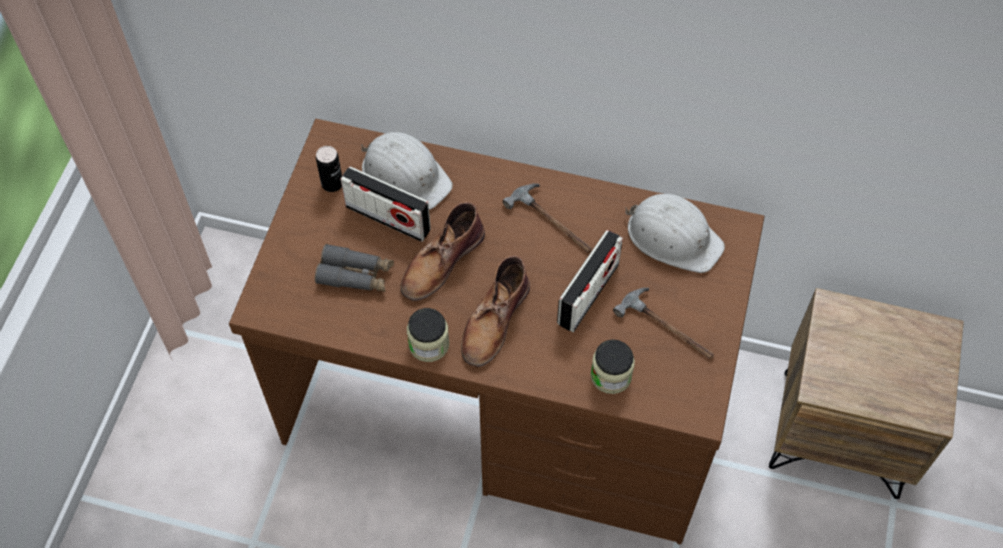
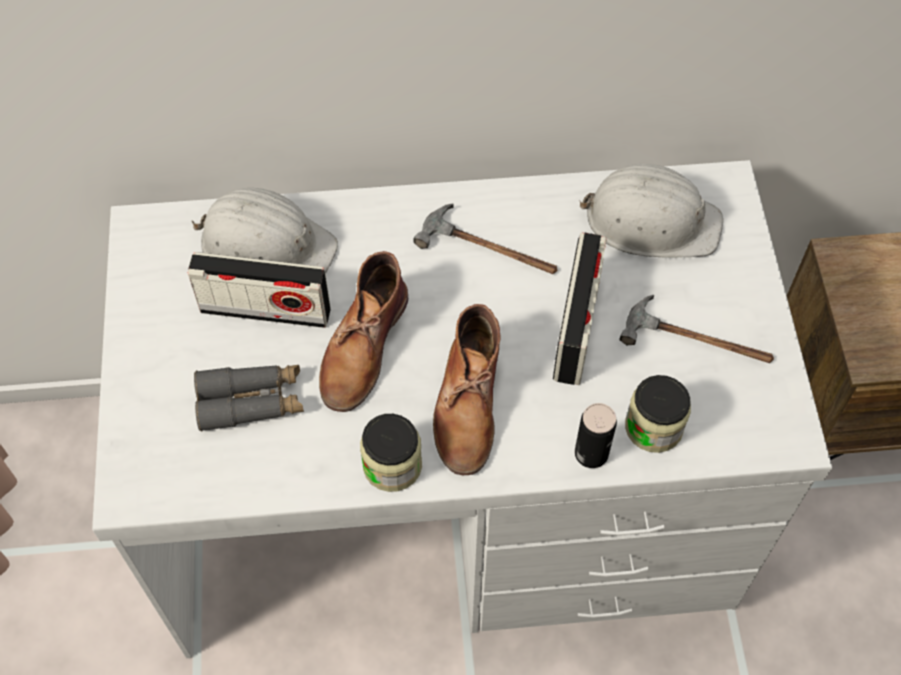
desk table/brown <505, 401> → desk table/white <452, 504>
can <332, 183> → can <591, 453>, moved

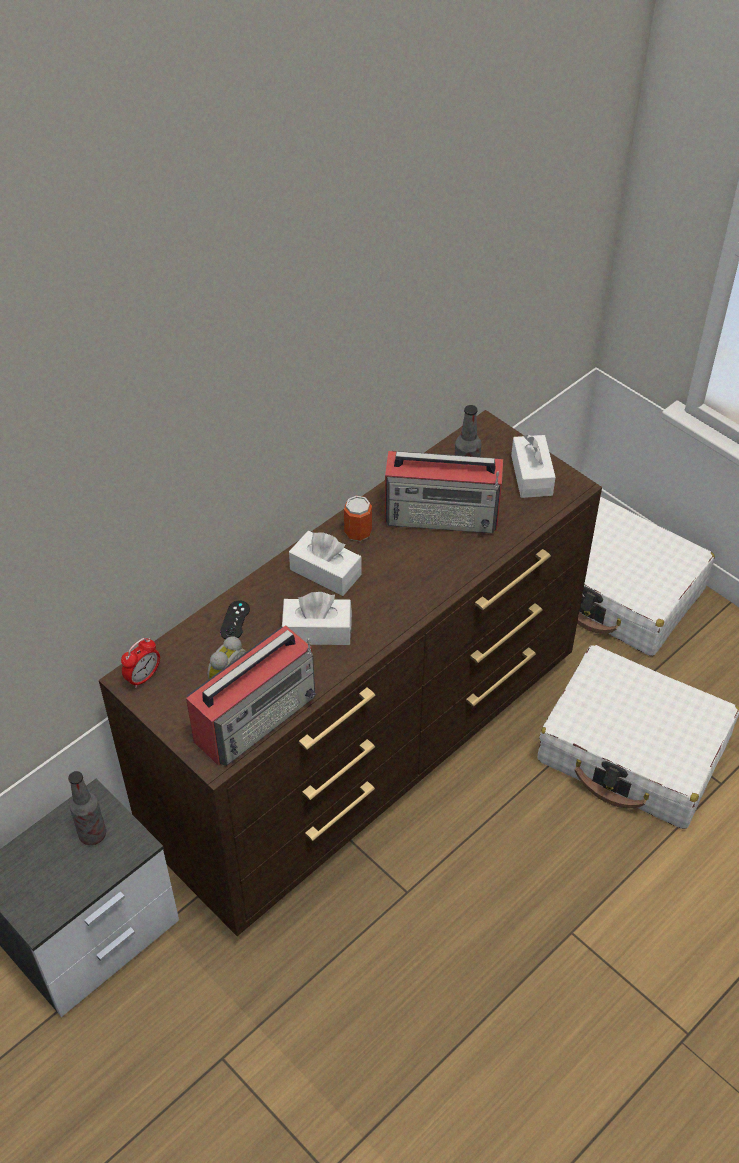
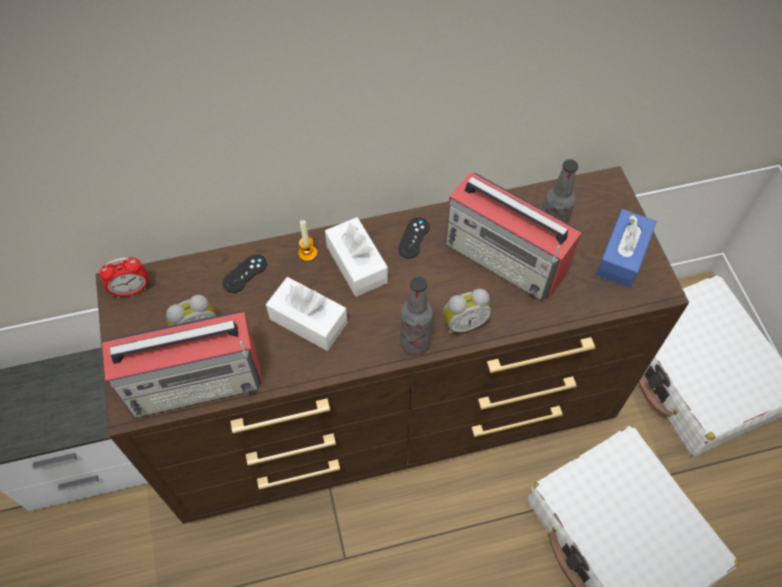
- → wax light <307, 253>
can <358, 532> → game controller/black <413, 238>
drink bottle <92, 834> → drink bottle <415, 343>, moved
- → alarm clock <463, 323>
box of tissues/white <531, 475> → box of tissues/blue <622, 256>

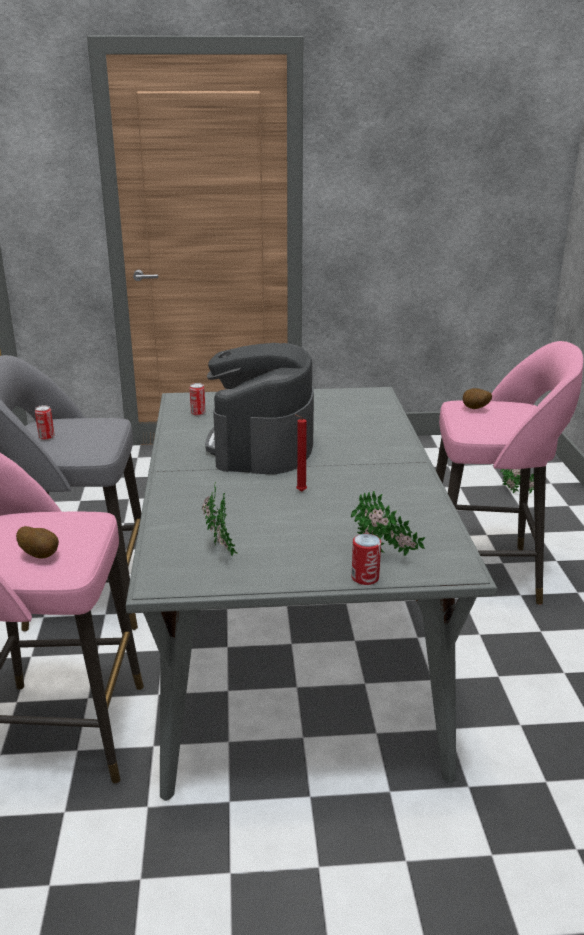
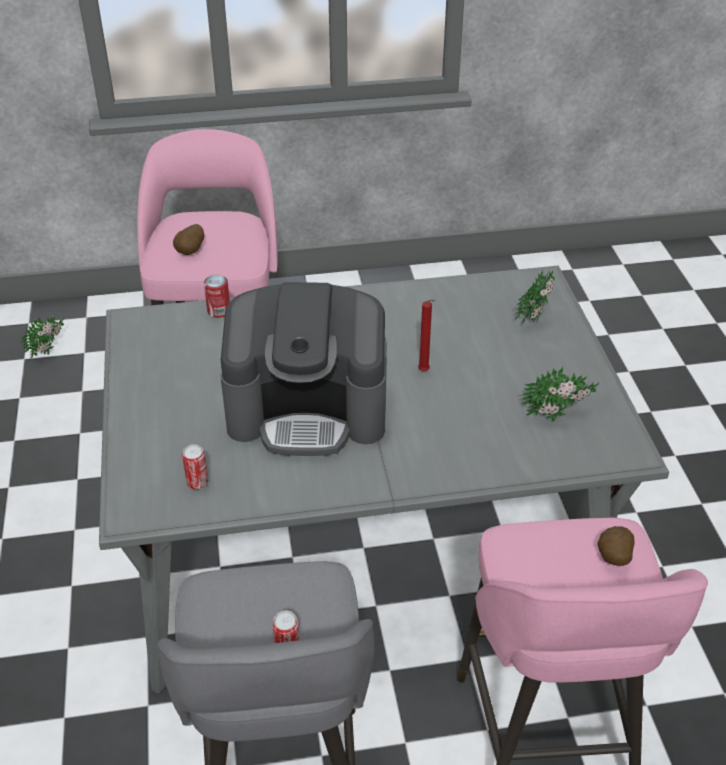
can <365, 577> → can <219, 311>, moved

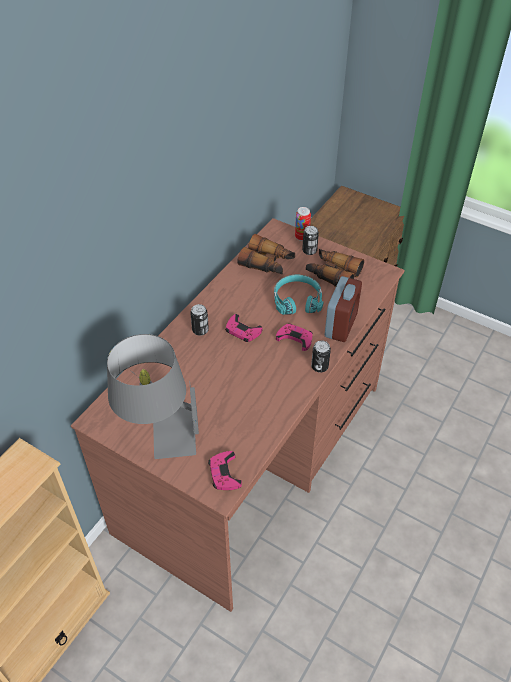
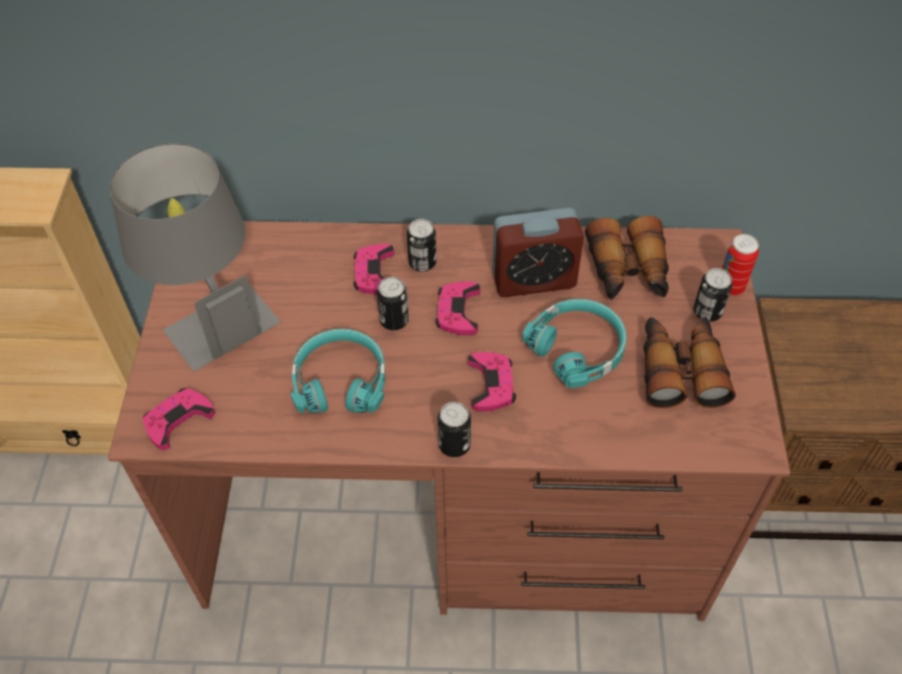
- → pair of headphones/turquoise-coloured <340, 380>
- → game controller/pink <374, 273>
- → can <394, 320>
alarm clock <341, 325> → alarm clock <534, 279>, moved

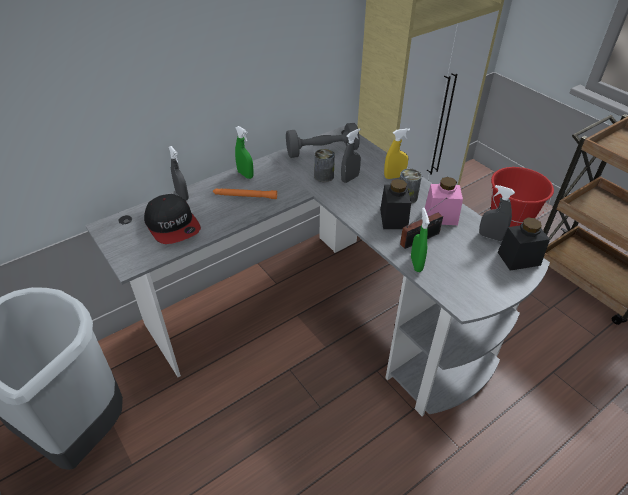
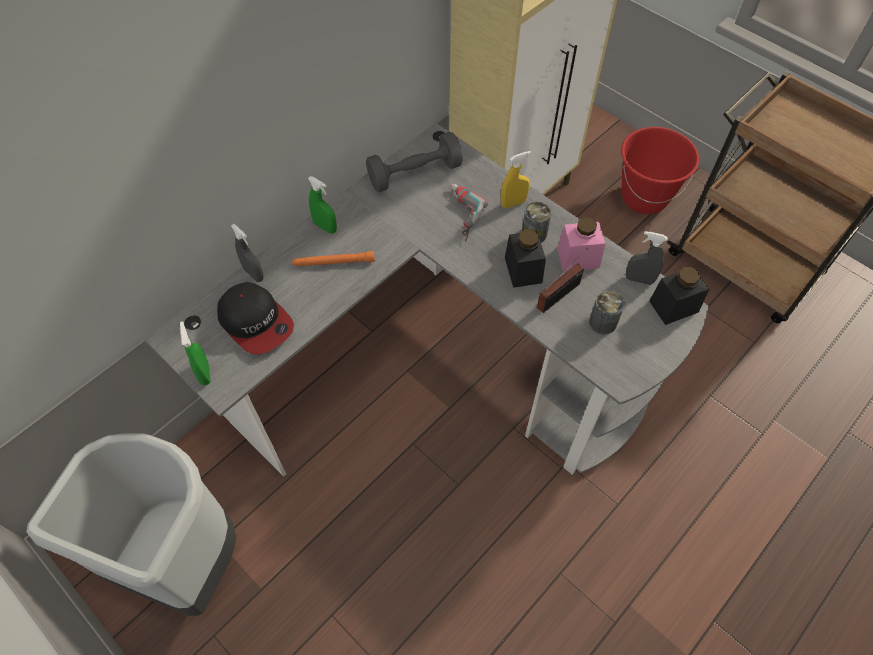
spray bottle/greenish <416, 264> → spray bottle/greenish <205, 373>, moved
spray bottle/greyish <350, 178> → power drill <459, 214>
can <324, 176> → can <602, 322>, moved

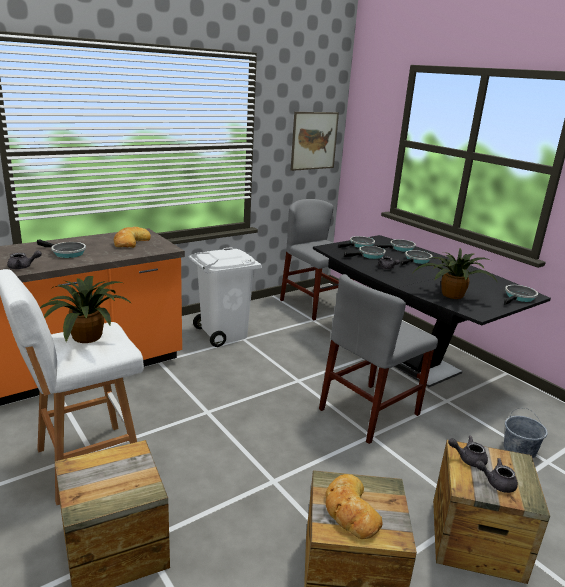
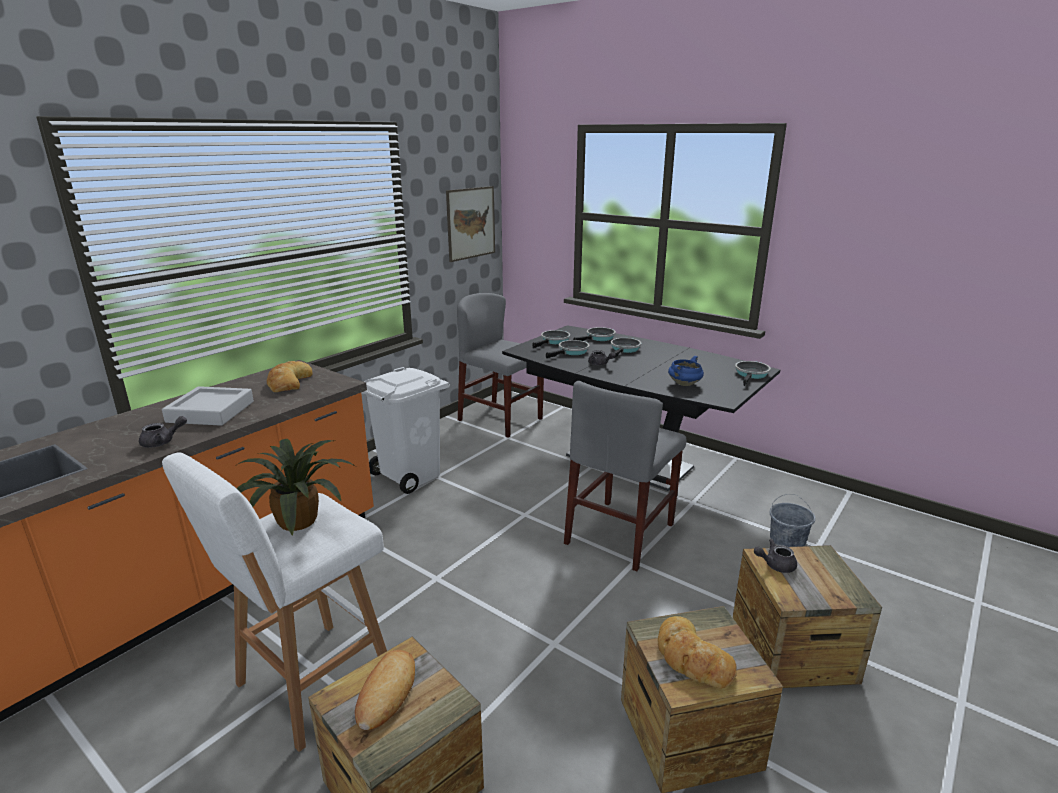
pan <66, 253> → carrying tray/greyish <211, 412>
- → bread <386, 693>
potted plant <450, 295> → saucepot/blue <684, 384>
teapot/greyish <496, 482> → -

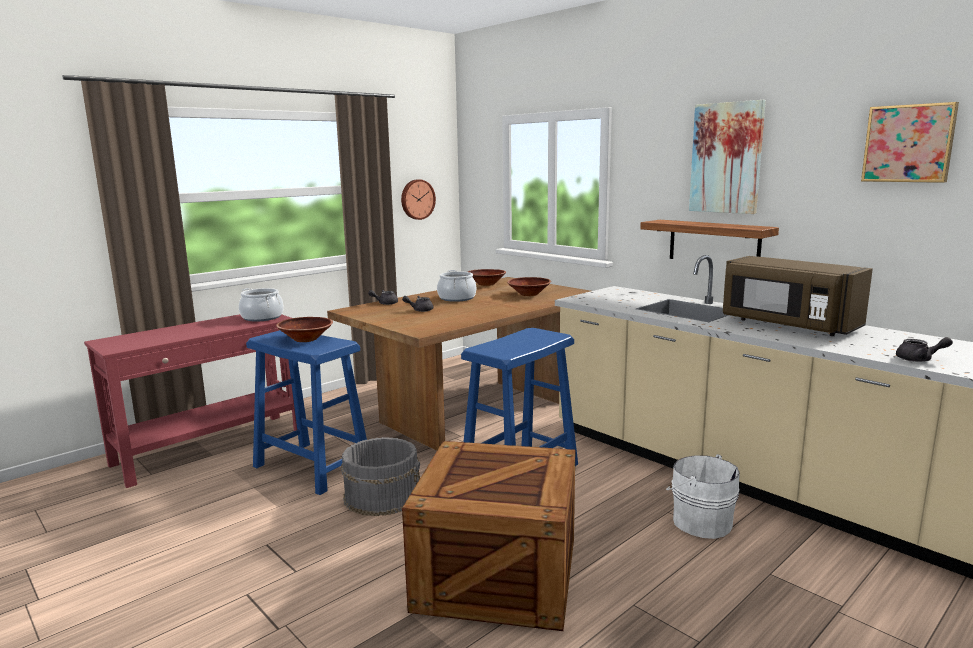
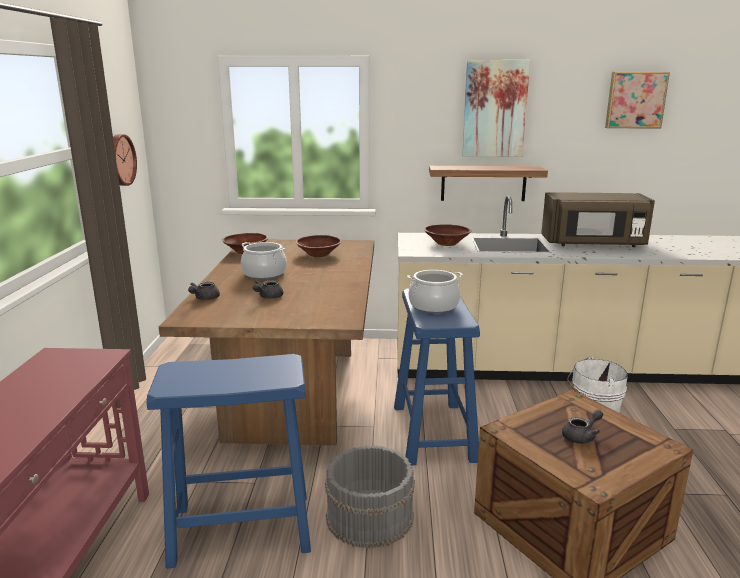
saucepot <262, 317> → saucepot <434, 306>, moved
deep dish/brown <306, 339> → deep dish/brown <446, 243>, moved
teapot/greyish <919, 359> → teapot/greyish <581, 436>, moved

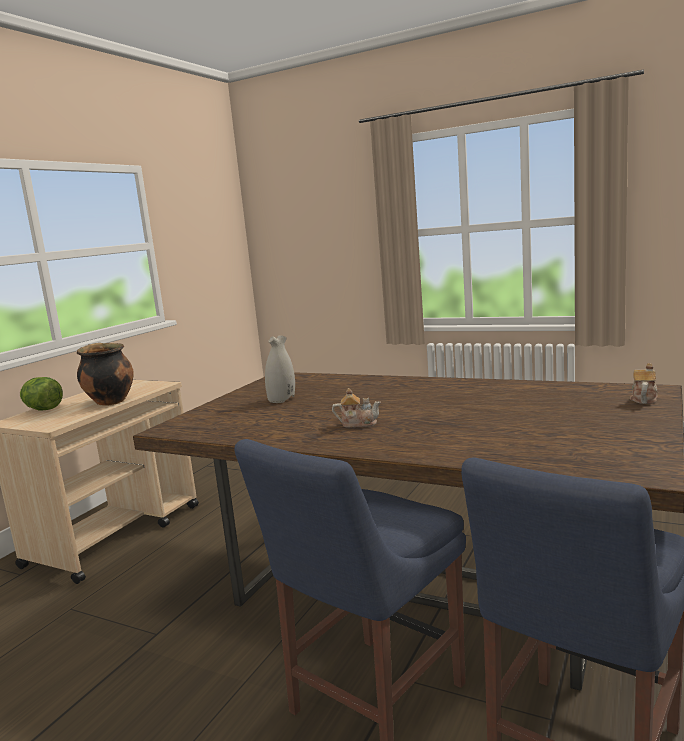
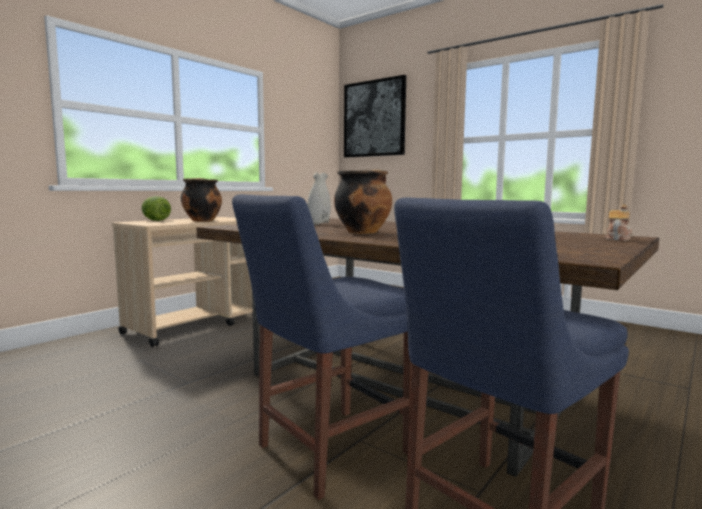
teapot <358, 423> → saucepot <363, 232>
- → wall picture <374, 118>

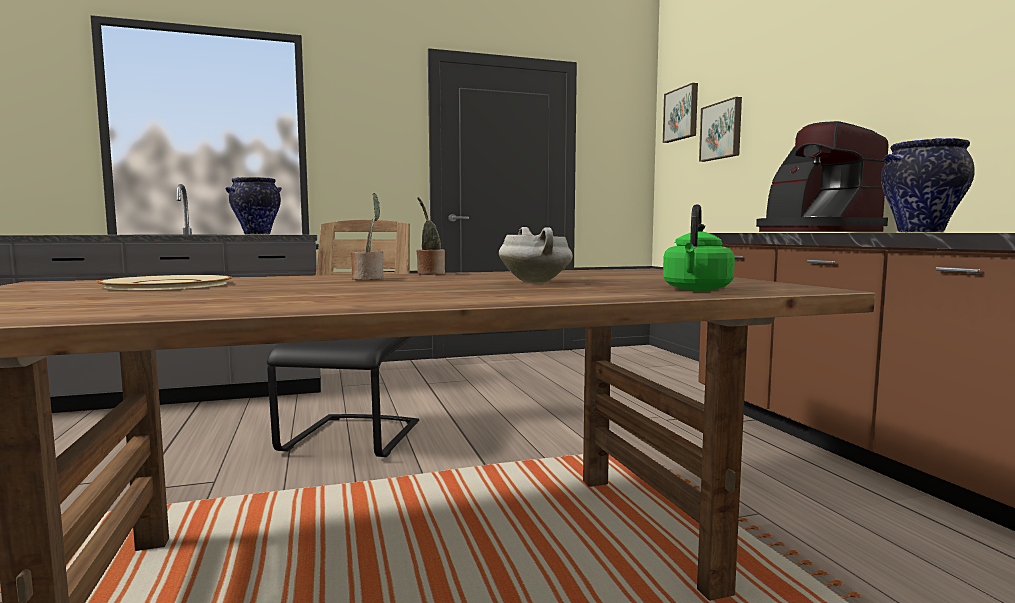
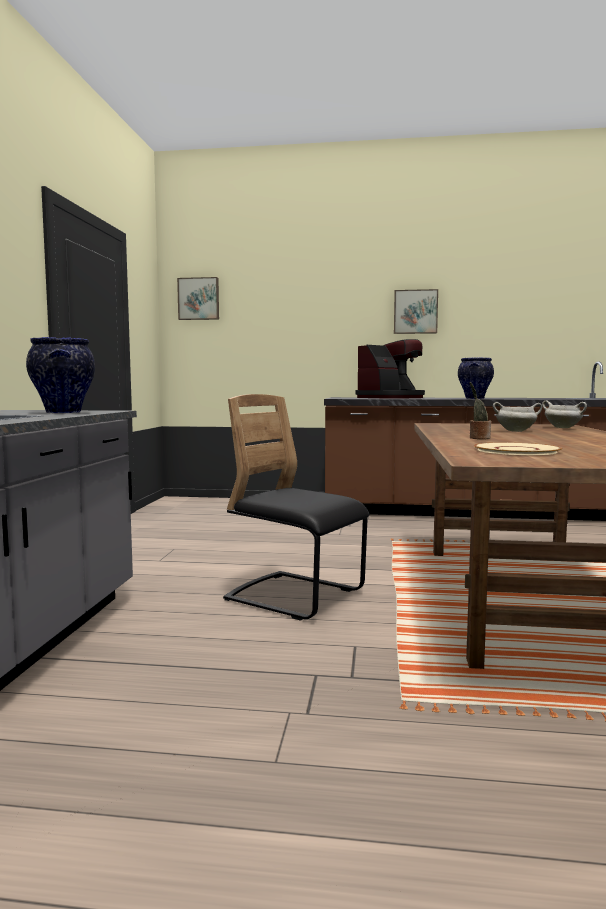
coffee machine <814, 232> → coffee machine <391, 398>, 45 degrees counterclockwise
wall picture <722, 131> → wall picture <415, 312>, moved
kettle/greenish <696, 289> → saucepot/white <563, 428>
potted plant <429, 273> → -

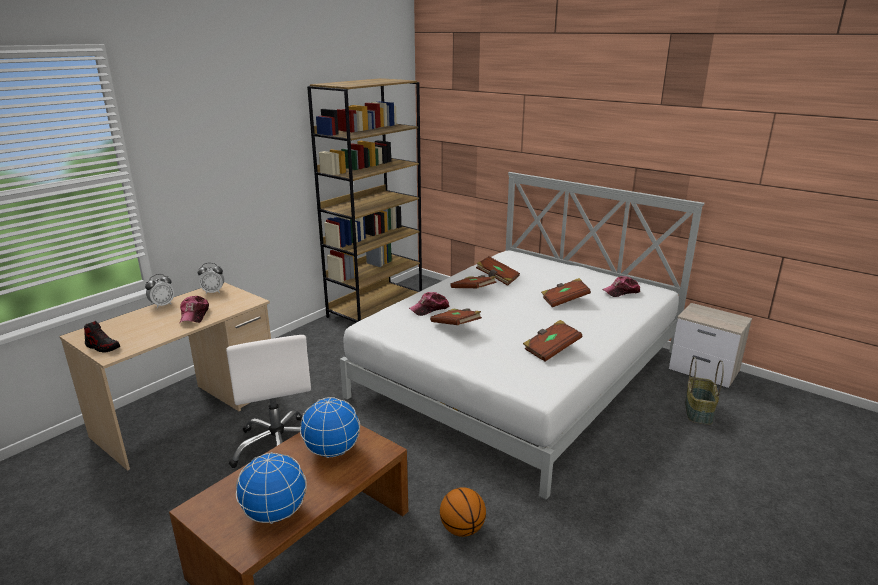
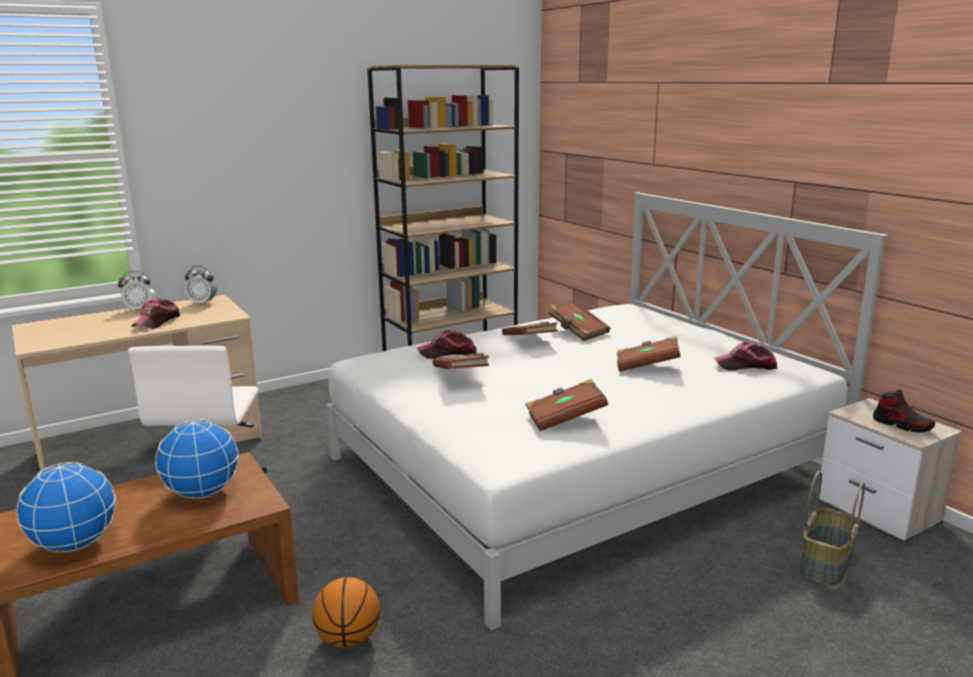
item of footwear <103, 347> → item of footwear <902, 425>, moved

